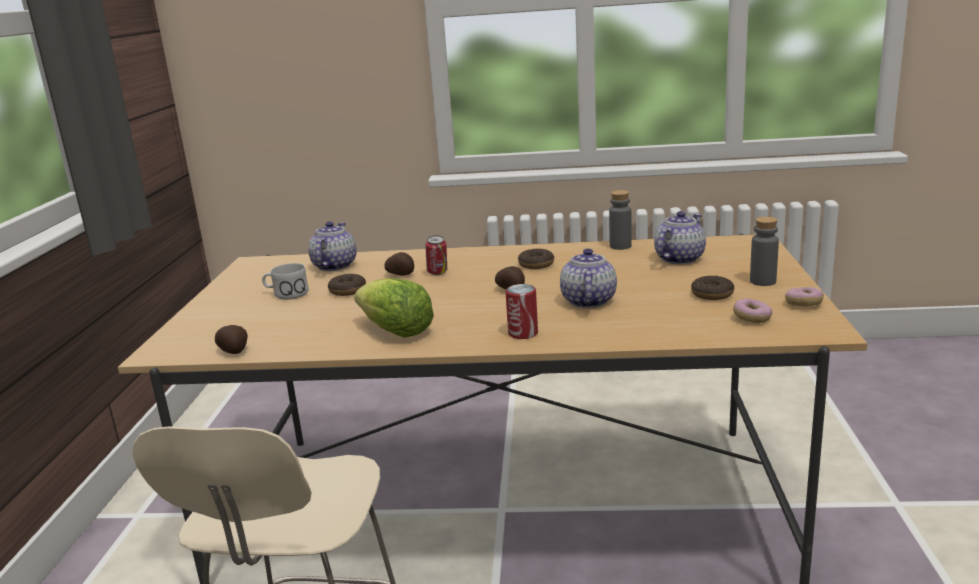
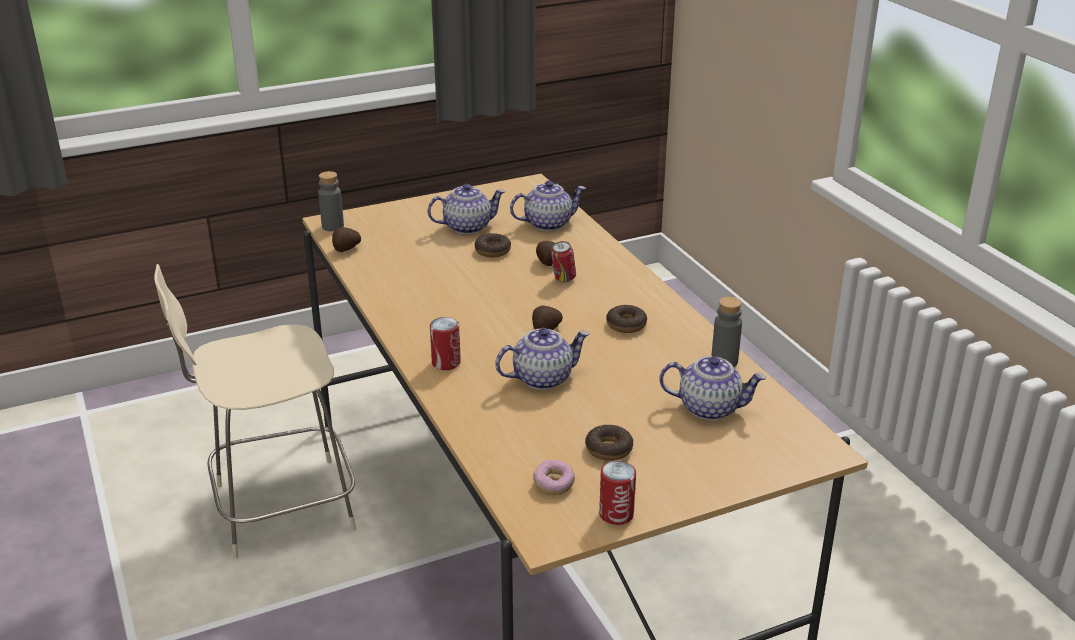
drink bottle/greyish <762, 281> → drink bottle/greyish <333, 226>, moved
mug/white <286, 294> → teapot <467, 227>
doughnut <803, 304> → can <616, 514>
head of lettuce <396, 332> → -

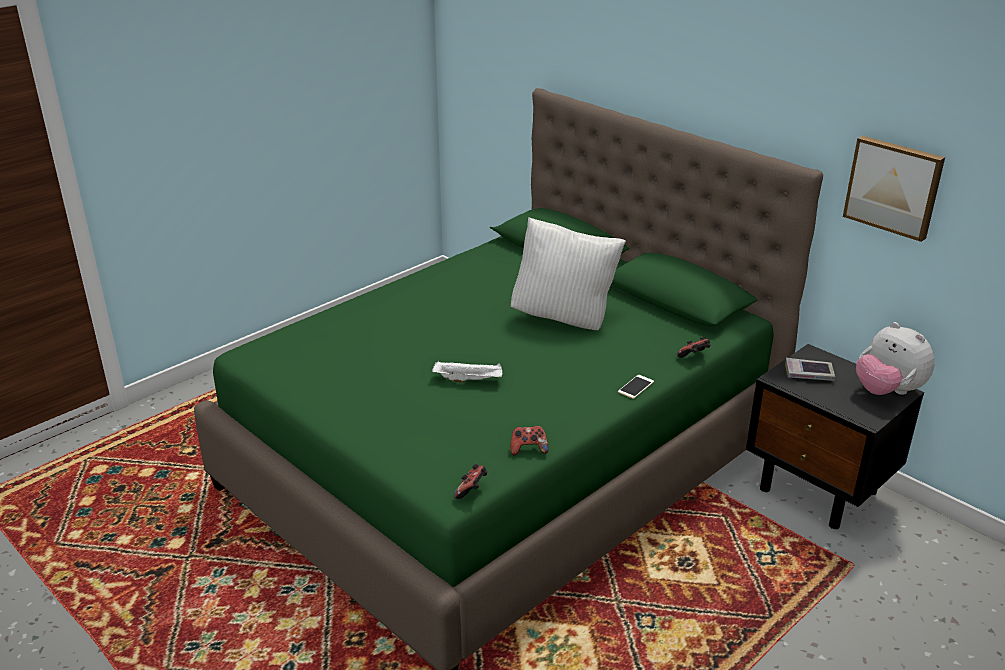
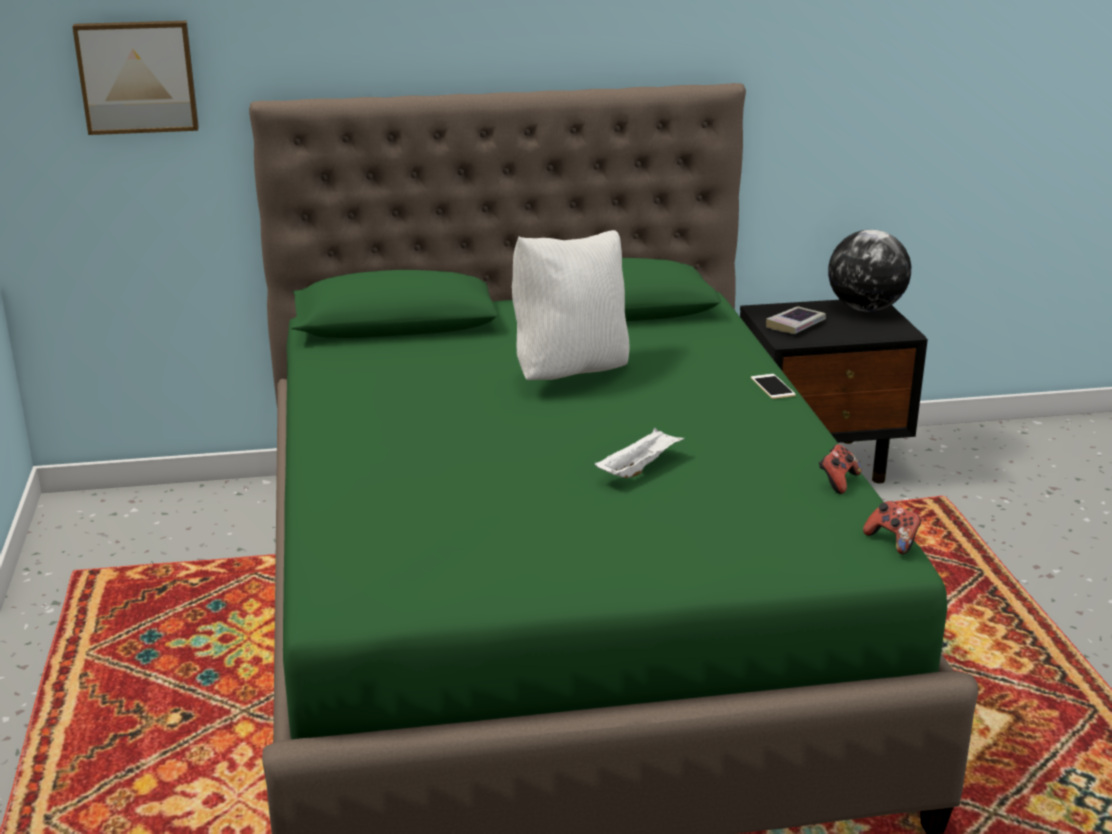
wall picture <894, 186> → wall picture <137, 76>, moved
plush toy <887, 391> → world globe <865, 308>
game controller <694, 356> → -

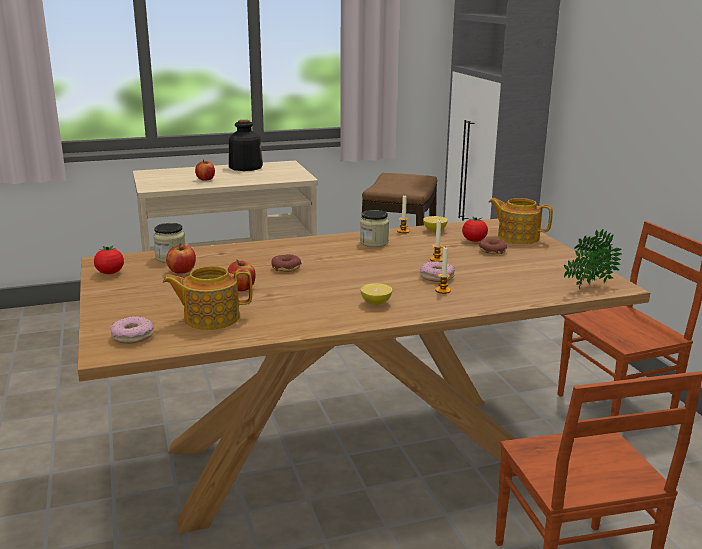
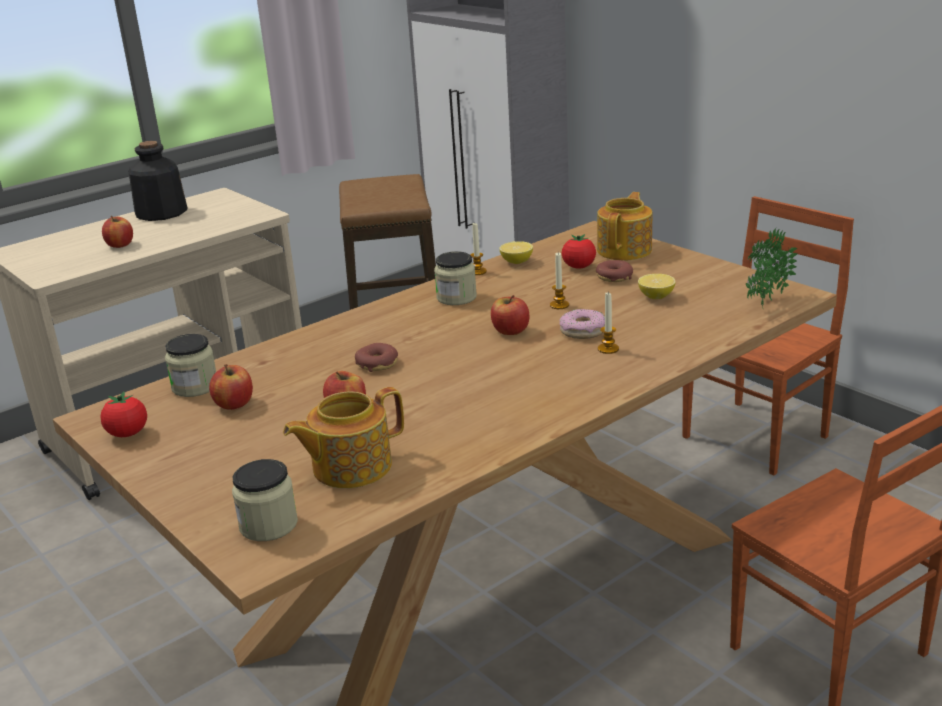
doughnut <133, 336> → storage jar <268, 525>
- → apple fruit <510, 331>
teapot <517, 237> → teapot <625, 250>, 105 degrees clockwise
whole lemon <376, 303> → whole lemon <656, 297>, moved

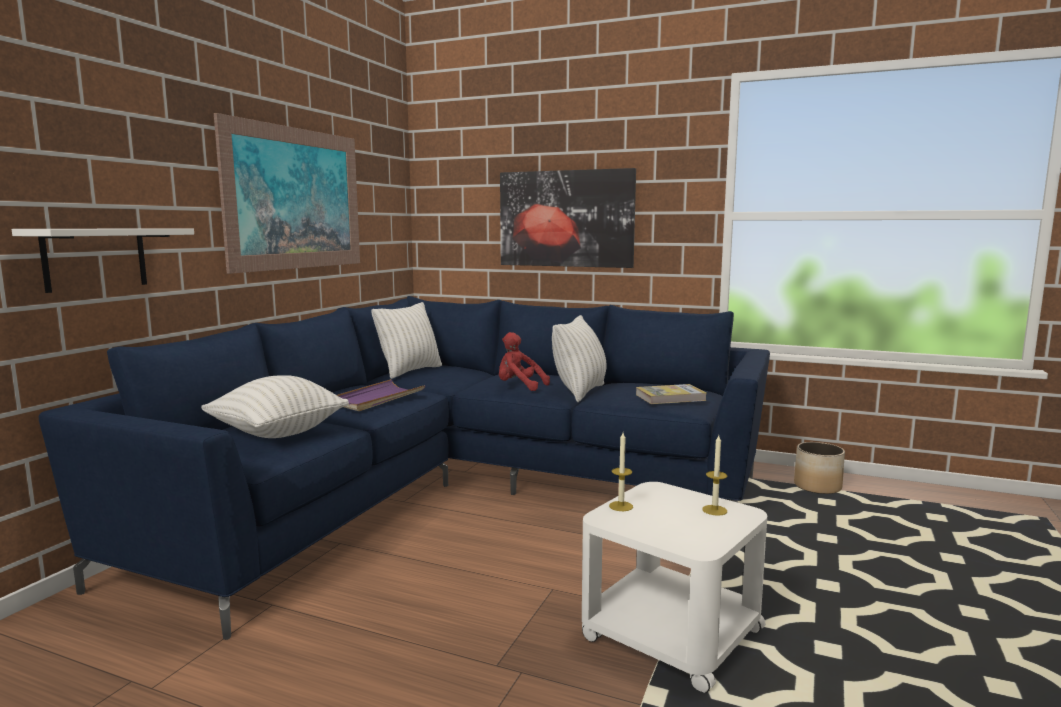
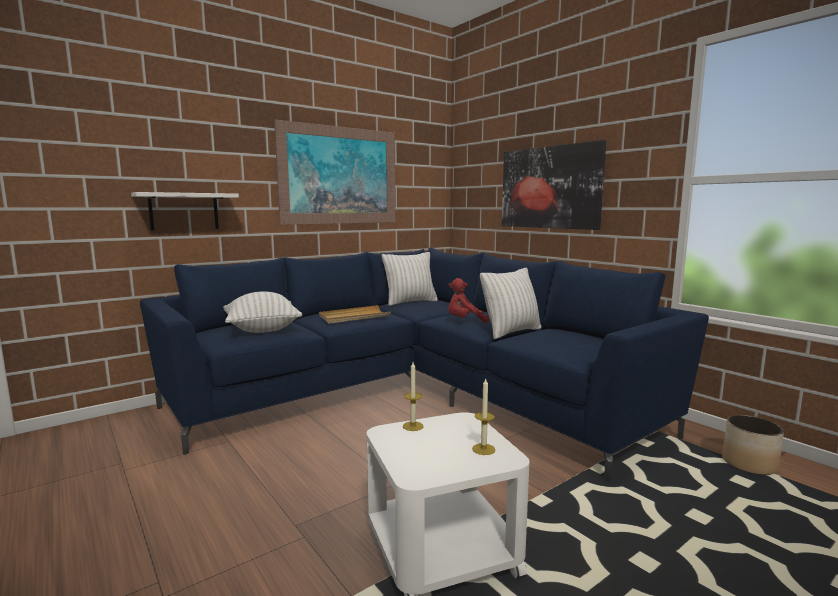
carrying tray/purple <376, 399> → carrying tray/beige-coloured <354, 317>
plush toy/red-coloured <519, 387> → plush toy/red-coloured <465, 321>, 60 degrees counterclockwise
volume <670, 397> → -

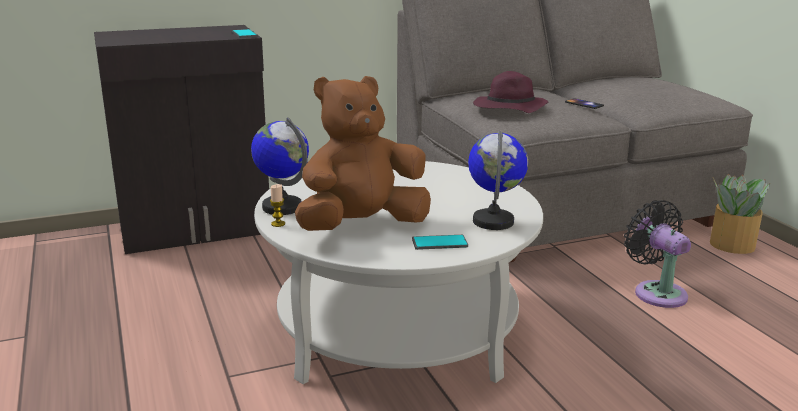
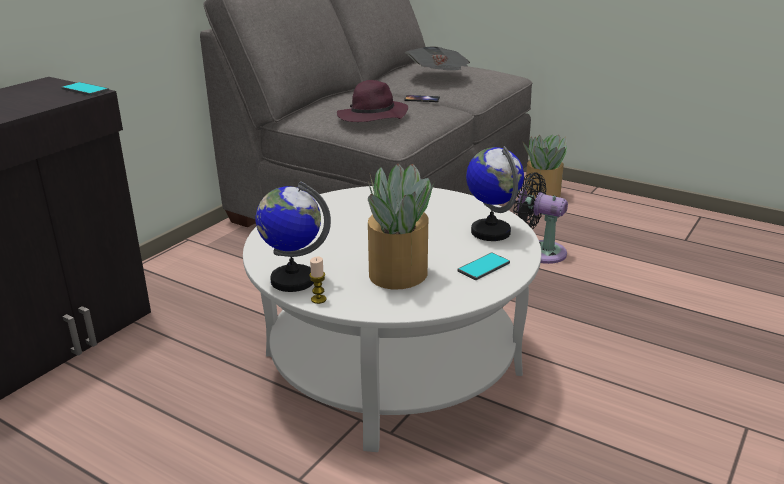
plush toy/brown <362, 226> → potted plant <397, 274>
- → daily paper <439, 77>

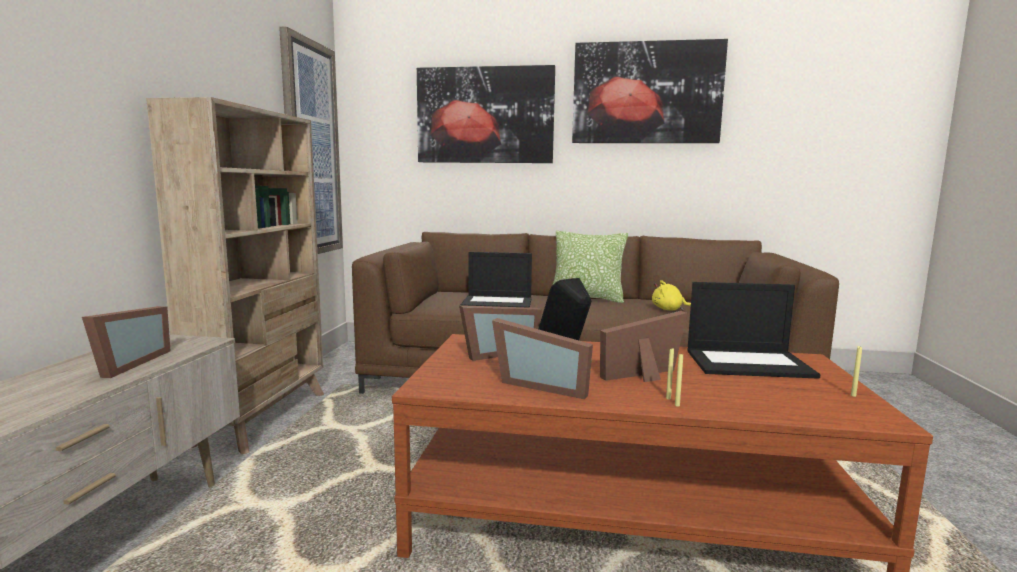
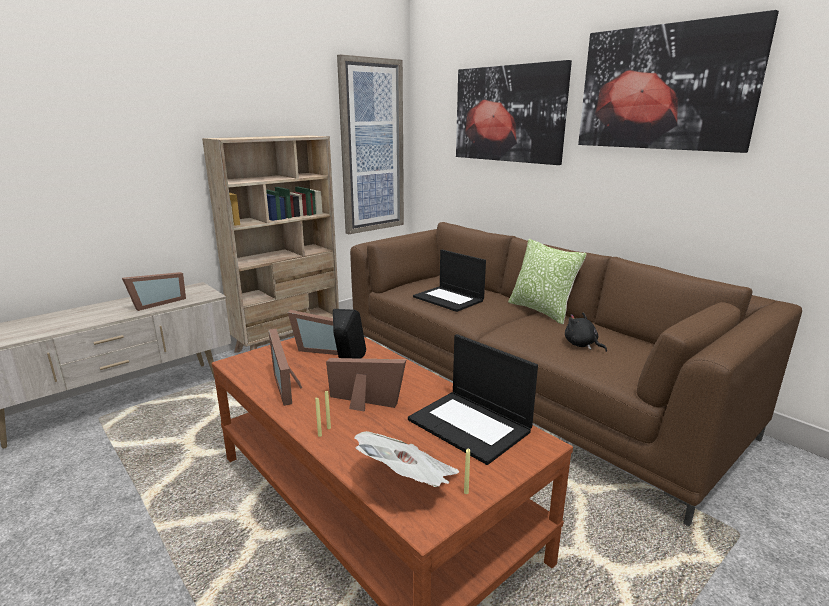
- → daily paper <408, 481>
plush toy/yellow-coloured <669, 309> → plush toy/black <582, 345>

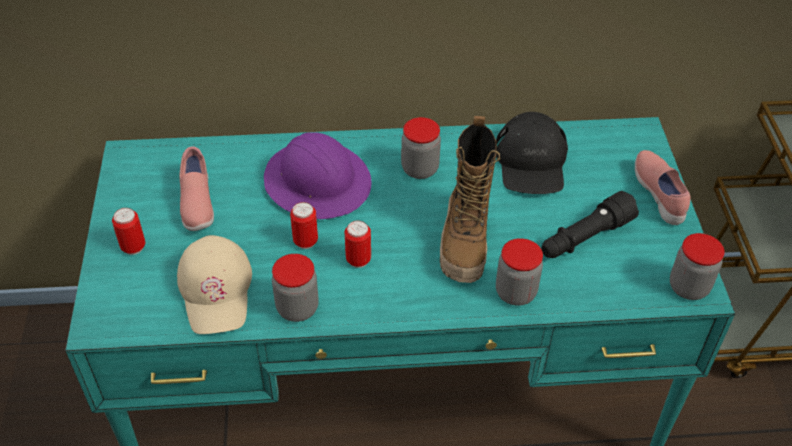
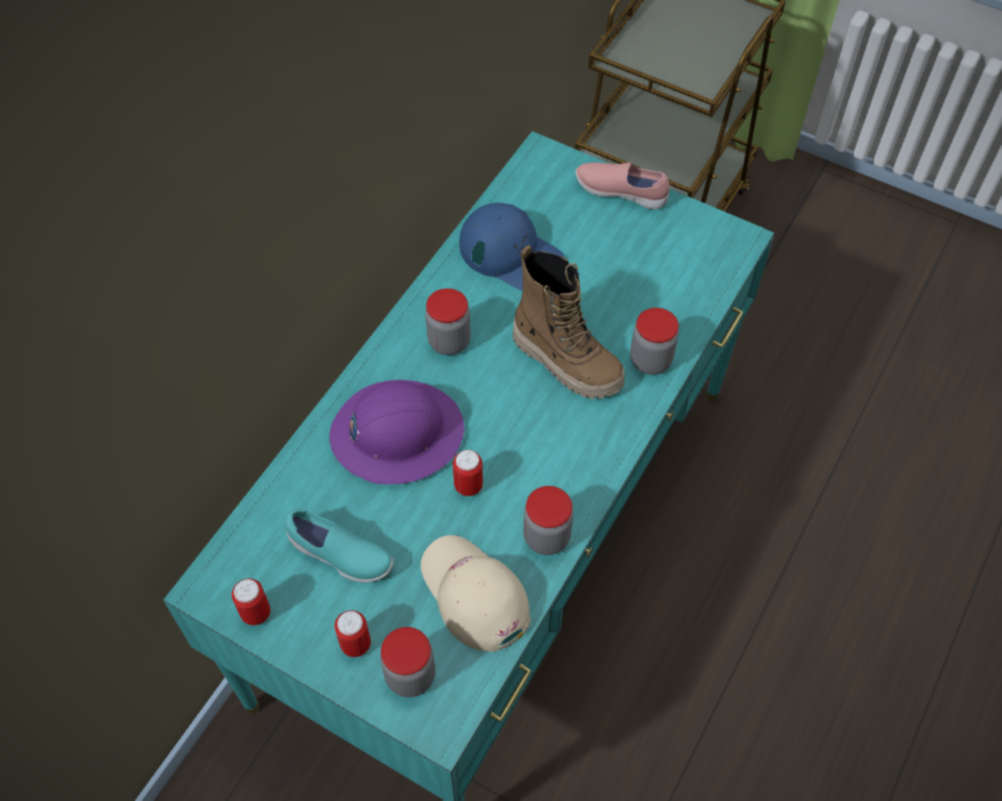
can <358, 260> → can <256, 613>, moved
item of footwear/pink <196, 204> → item of footwear/turquoise-coloured <340, 556>
storage jar <688, 287> → storage jar <410, 676>, moved
peaked cap/beige-coloured <216, 290> → peaked cap/beige-coloured <473, 594>, 150 degrees counterclockwise
peaked cap/black <531, 162> → peaked cap/blue <511, 253>
torch/black <585, 238> → -

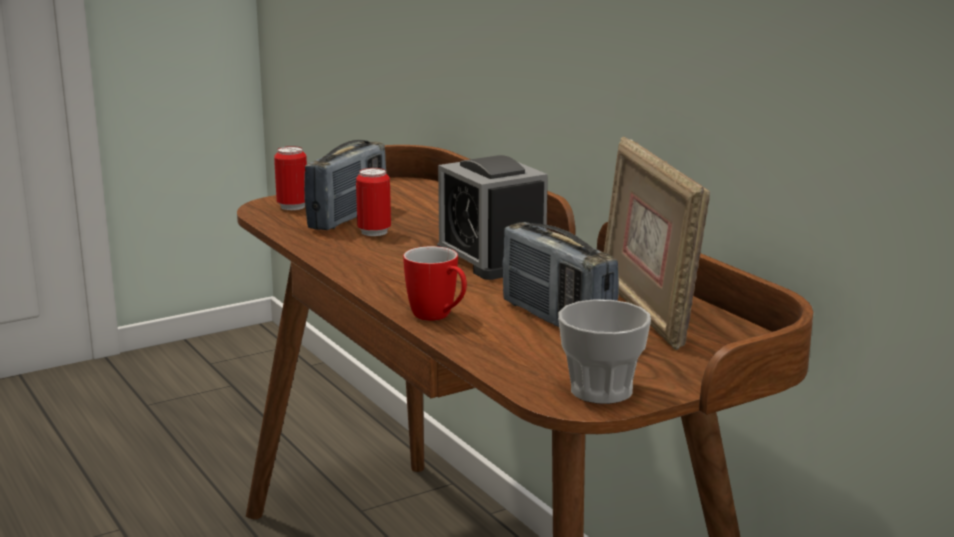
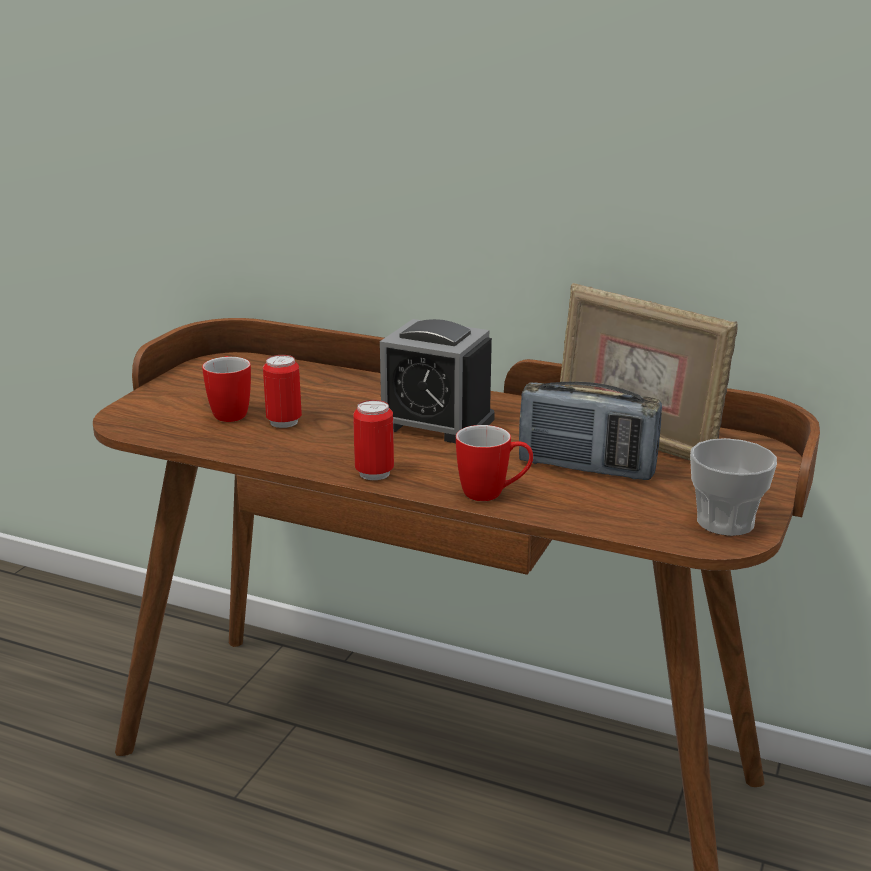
radio <348, 217> → mug <230, 412>
can <292, 206> → can <374, 473>, moved

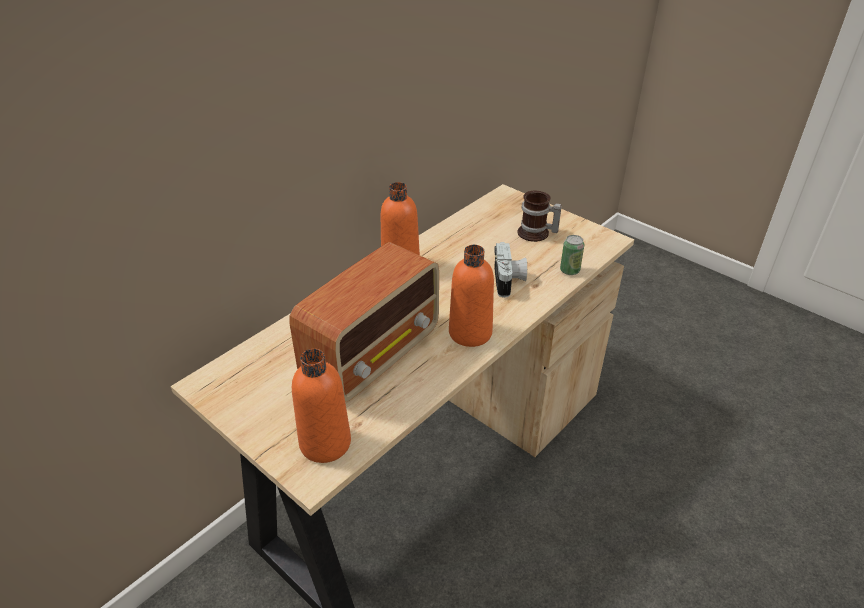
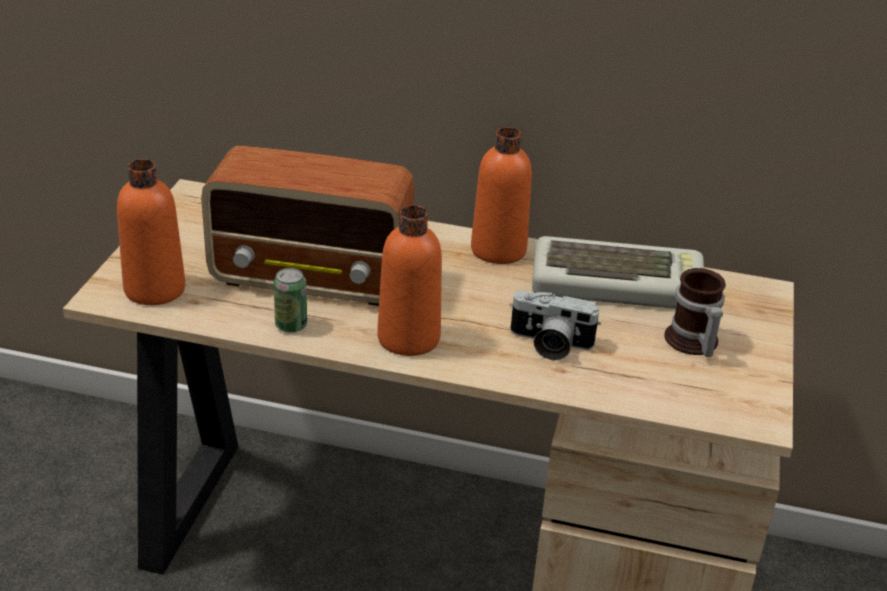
can <569, 270> → can <291, 325>, moved
still camera <509, 281> → still camera <549, 344>, 45 degrees clockwise
- → keyboard <617, 284>

